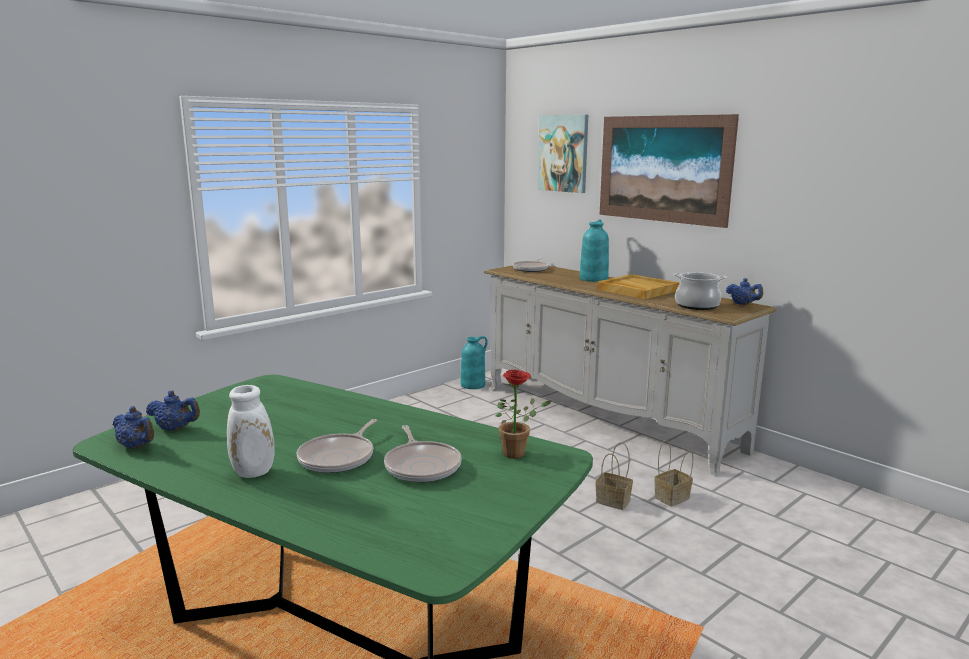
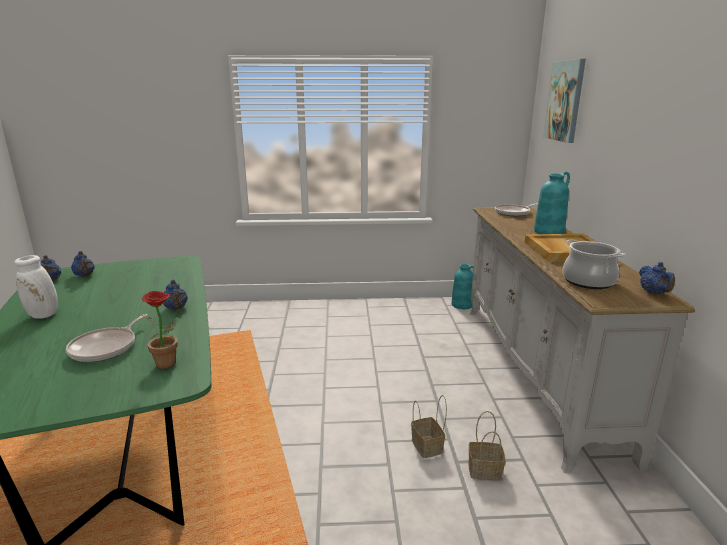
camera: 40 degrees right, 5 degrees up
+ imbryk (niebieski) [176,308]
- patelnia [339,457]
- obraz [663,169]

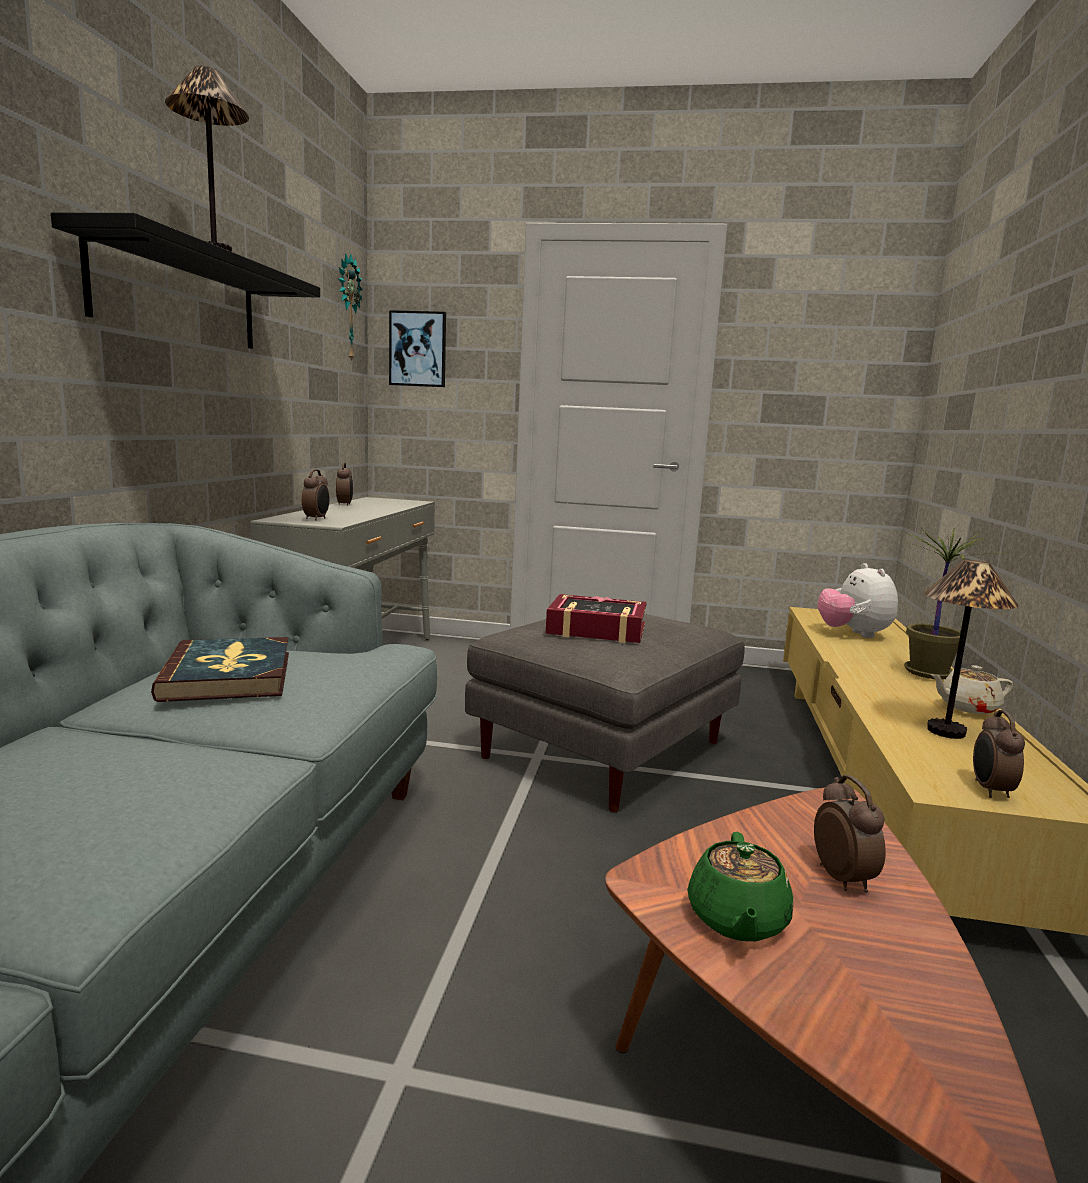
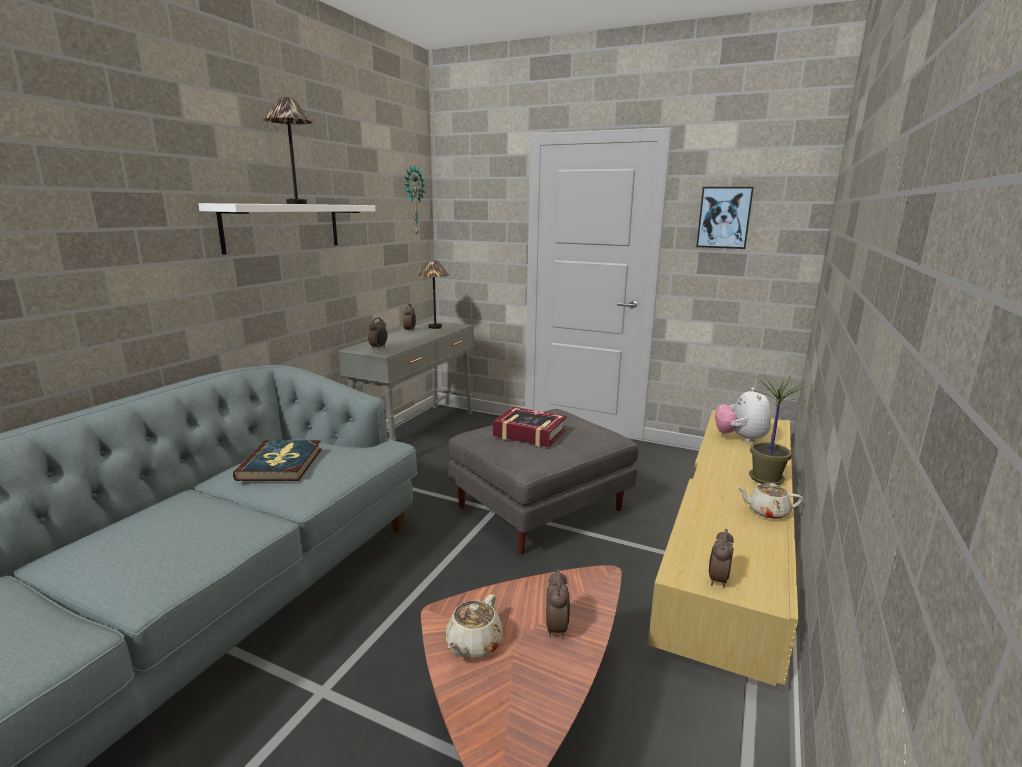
camera: 15 degrees right, 5 degrees up
~ półka (czarny) [179,296] to półka (biały) [283,227]
~ lampa stołowa [946,732] to [435,327]
~ imbryk (zielony) [737,920] to imbryk (beżowy) [473,644]
~ obraz [418,349] to [724,217]

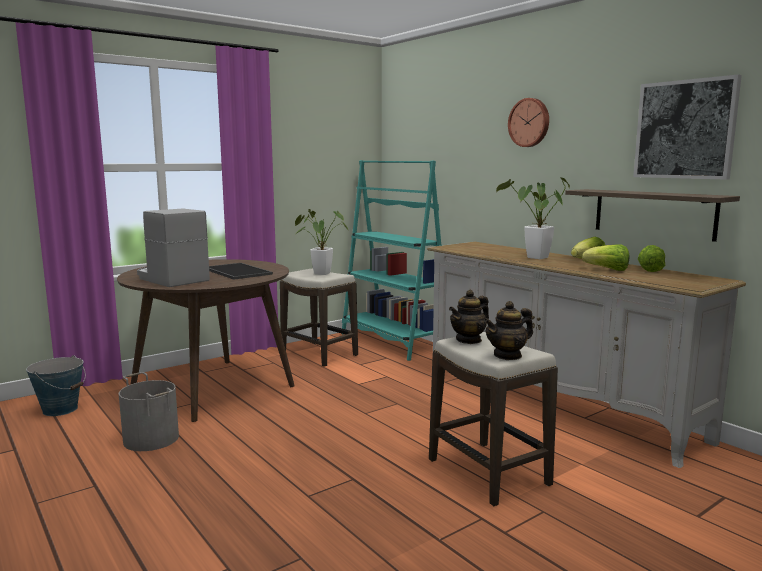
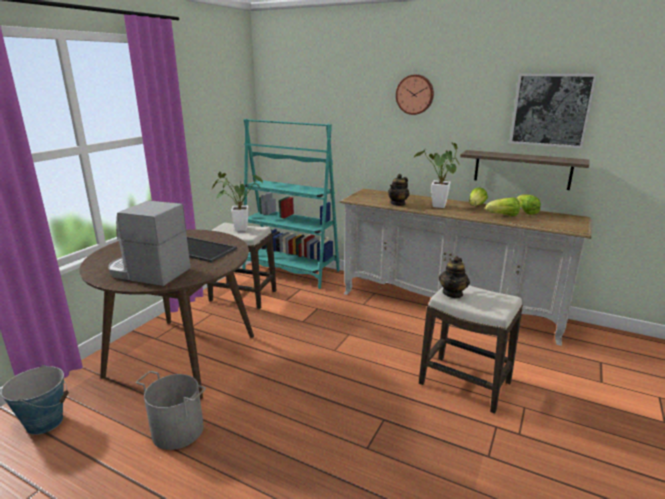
camera: 25 degrees left, 10 degrees up
~ imbryk [508,355] to [398,203]

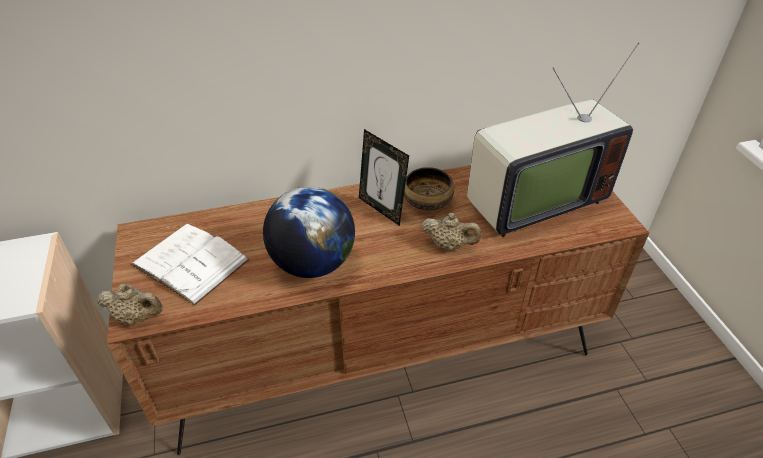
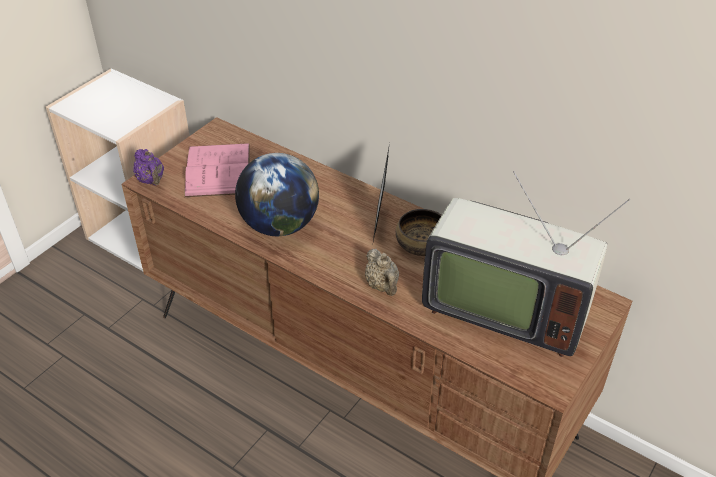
camera: 50 degrees right, 0 degrees up
~ imbryk (beżowy) [137,317] to imbryk (fioletowy) [151,181]
~ książka (biały) [190,262] to książka (różowy) [218,170]

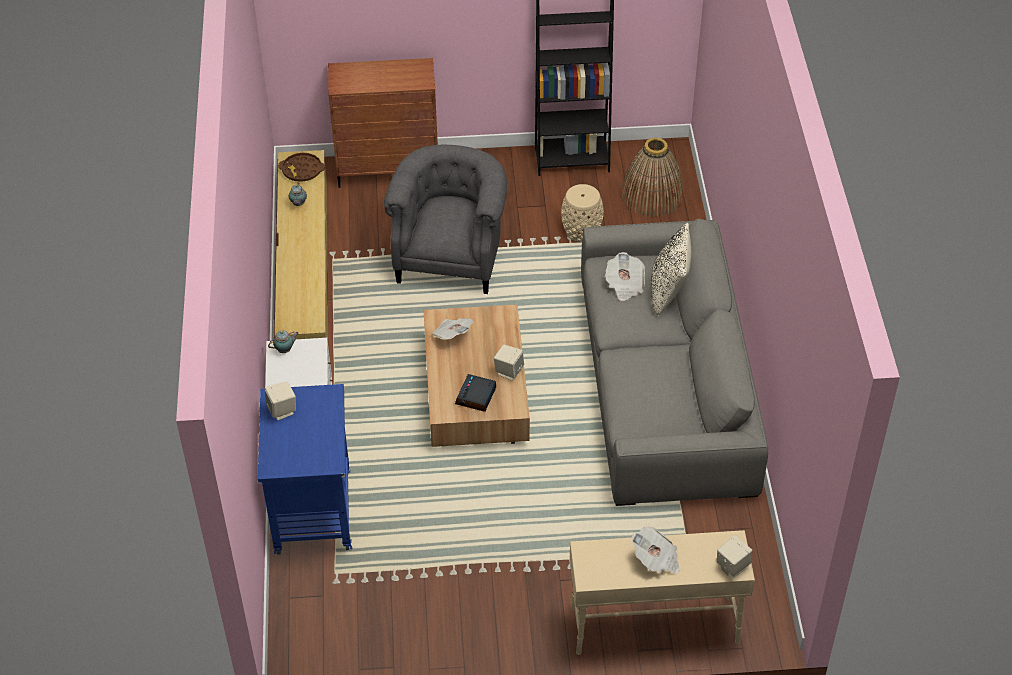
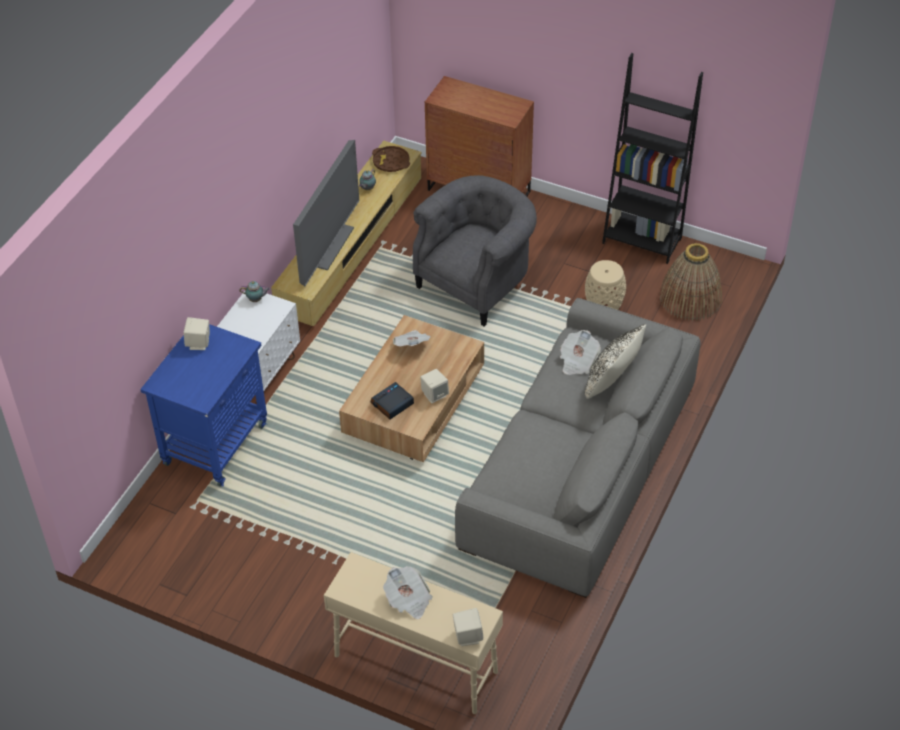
camera: 30 degrees right, 0 degrees up
+ telewizor [326,244]

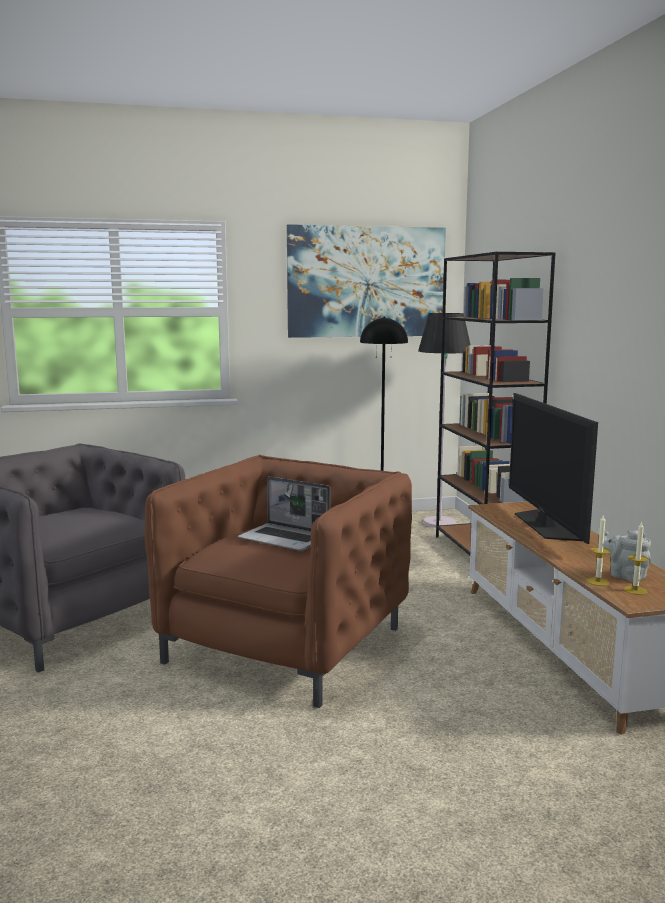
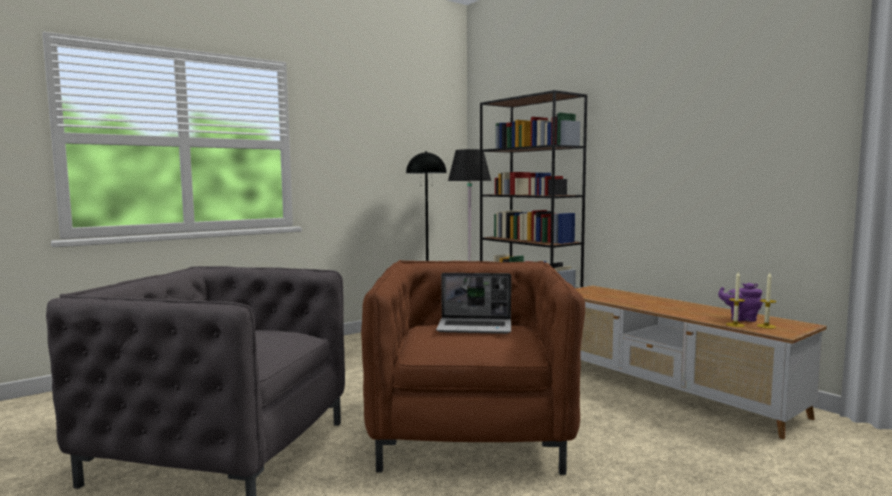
camera: 25 degrees left, 5 degrees down
~ imbryk (szary) [625,575] to imbryk (fioletowy) [741,319]
- obraz [366,282]
- telewizor [546,525]

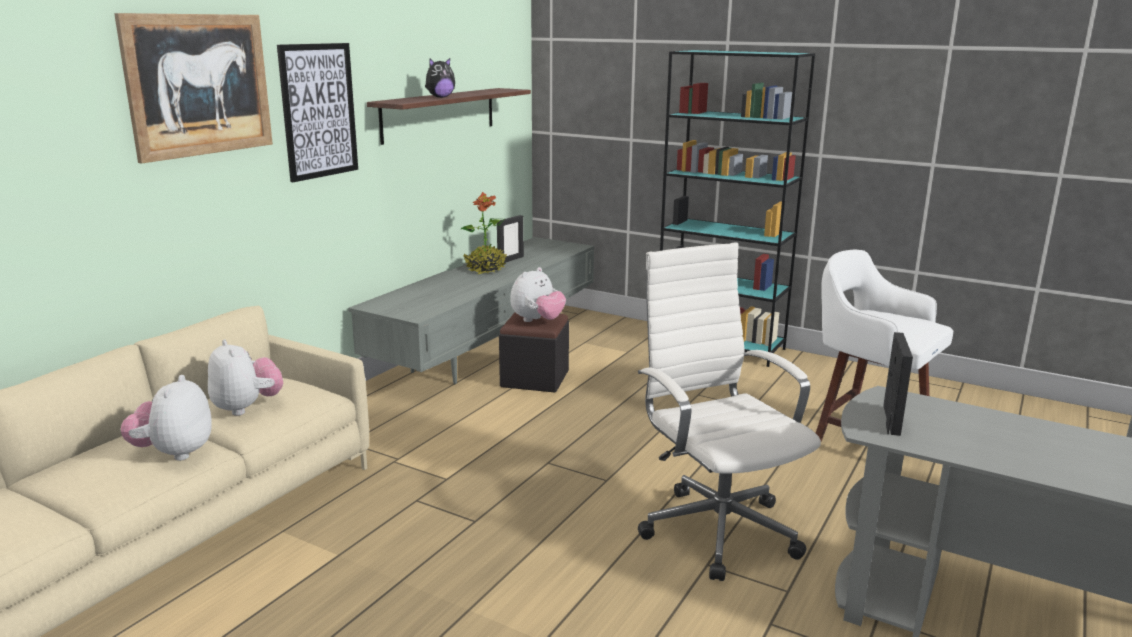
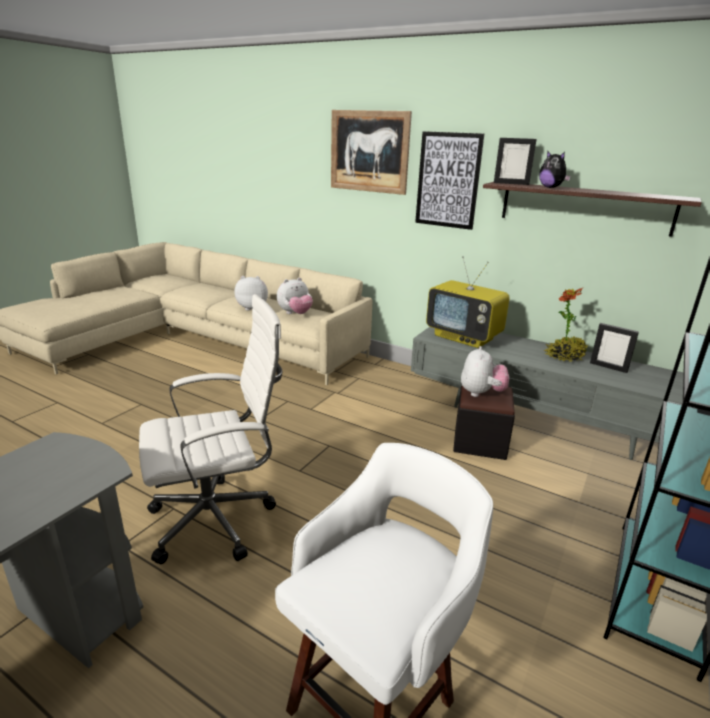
camera: 90 degrees right, 5 degrees up
+ telewizor [464,337]
~ pluszak [537,321] = [481,393] 120 degrees counterclockwise
~ ramka na zdjęcie [890,420] to [511,183]

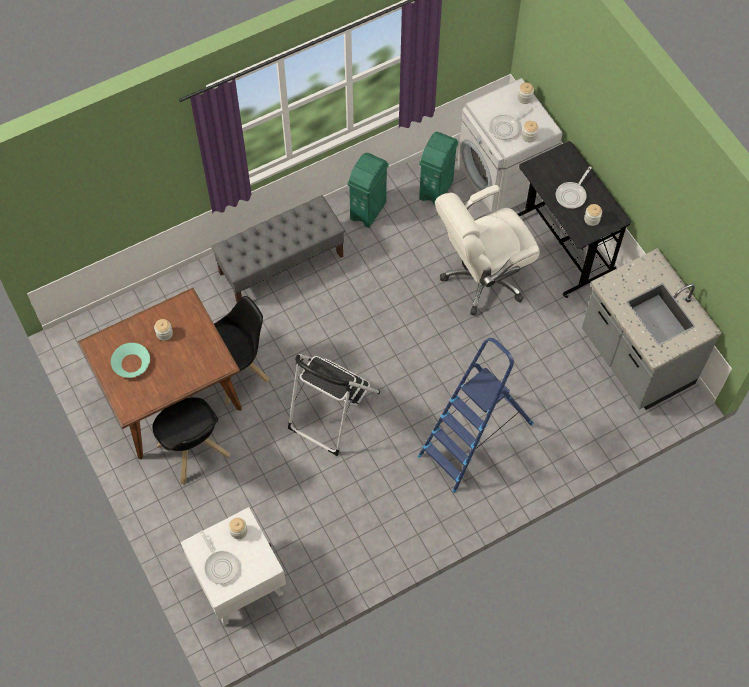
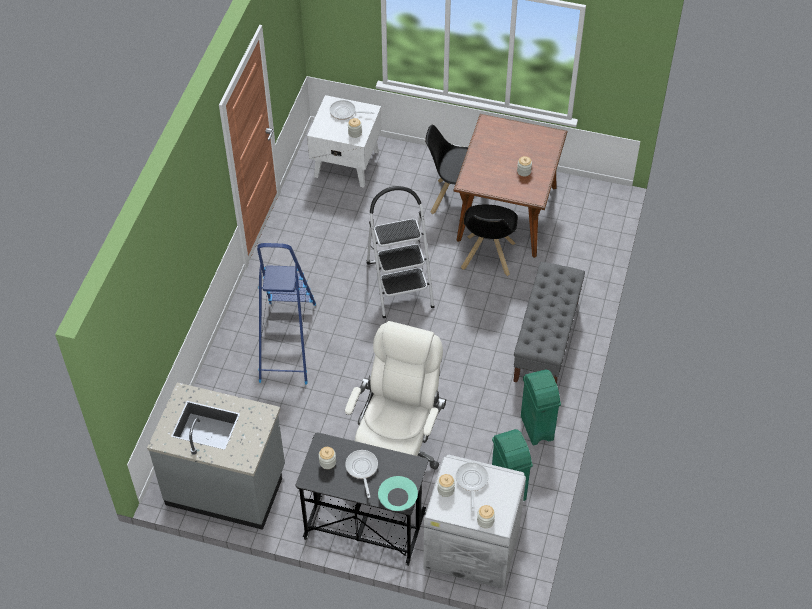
camera: 135 degrees right, 10 degrees down
~ miska (turkusowy) [131,363] to [397,496]

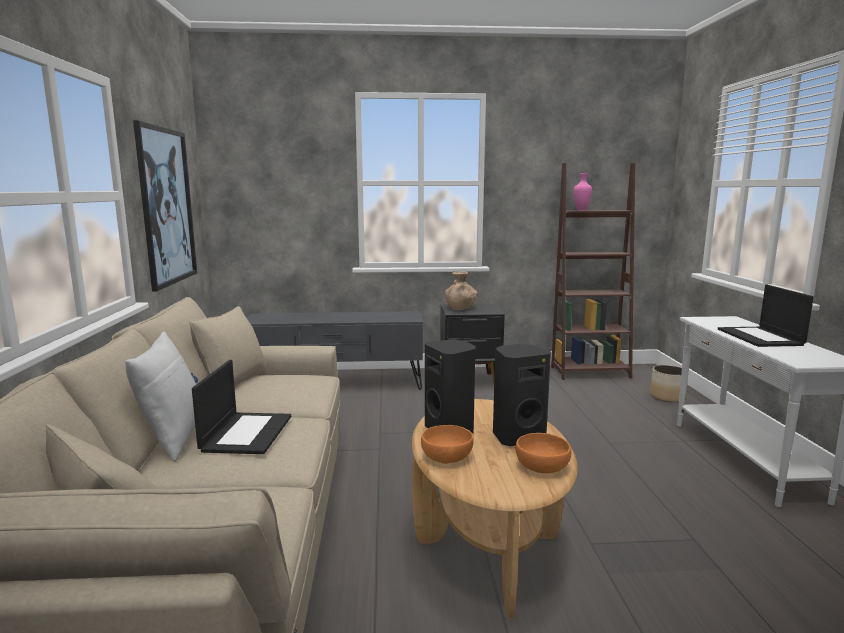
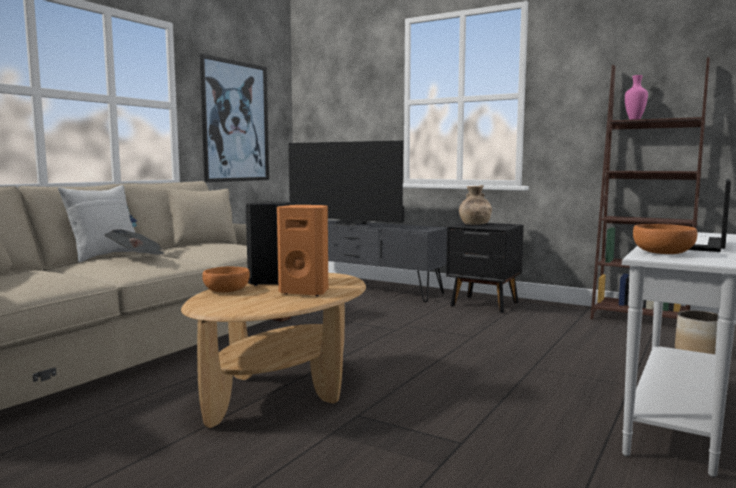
camera: 35 degrees right, 5 degrees down
~ laptop [246,433] to gazeta [138,258]
~ głośnik (czarny) [517,436] to głośnik (pomarańczowy) [305,292]
+ telewizor [348,225]
~ miska (pomarańczowy) [541,467] to [661,253]

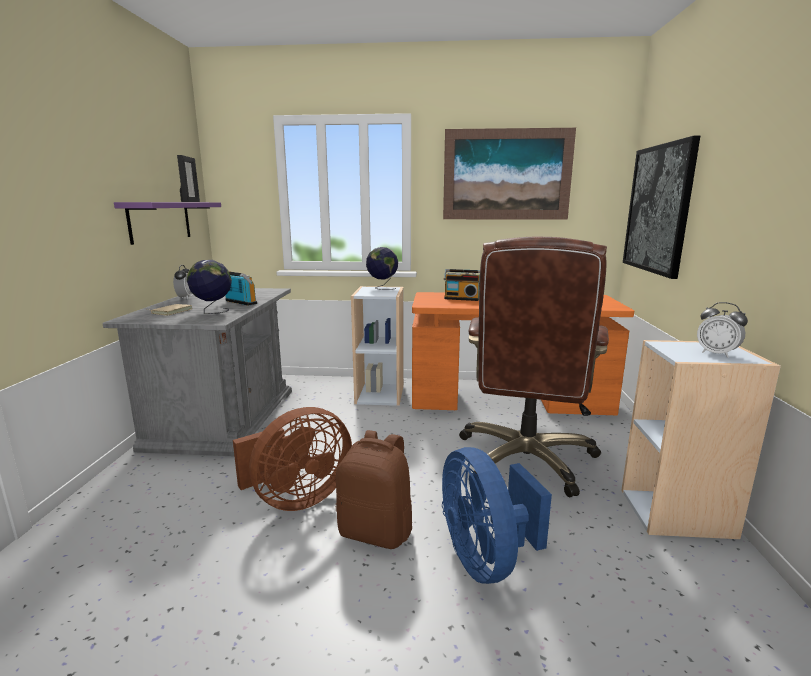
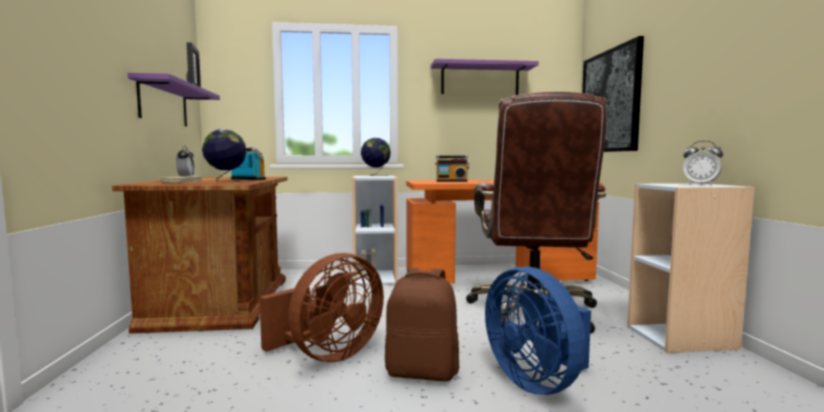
camera: 10 degrees left, 10 degrees down
~ szafka (szary) [225,417] to szafka (brązowy) [222,302]
~ obraz [507,175] to półka (fioletowy) [480,80]

